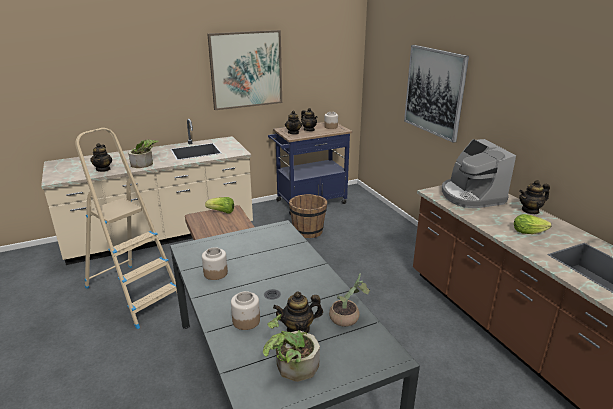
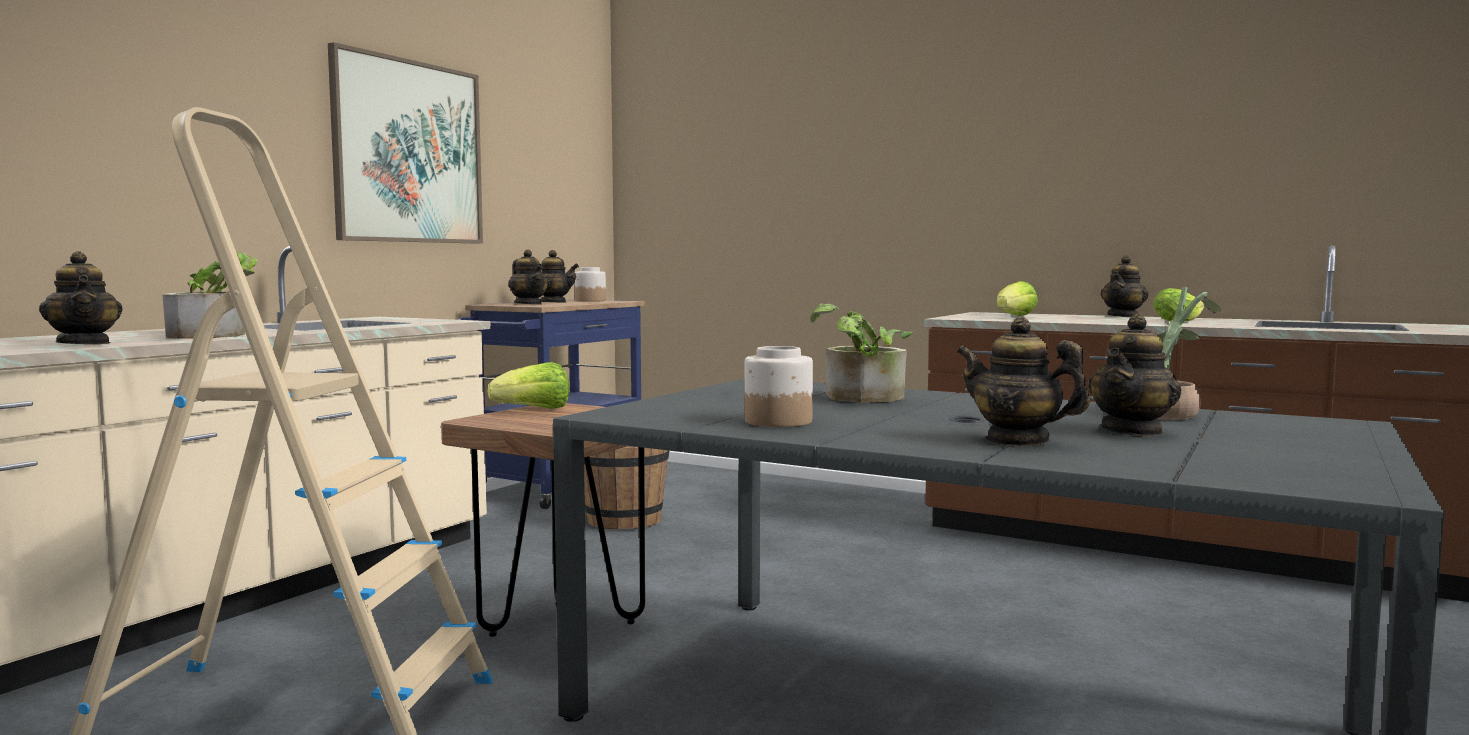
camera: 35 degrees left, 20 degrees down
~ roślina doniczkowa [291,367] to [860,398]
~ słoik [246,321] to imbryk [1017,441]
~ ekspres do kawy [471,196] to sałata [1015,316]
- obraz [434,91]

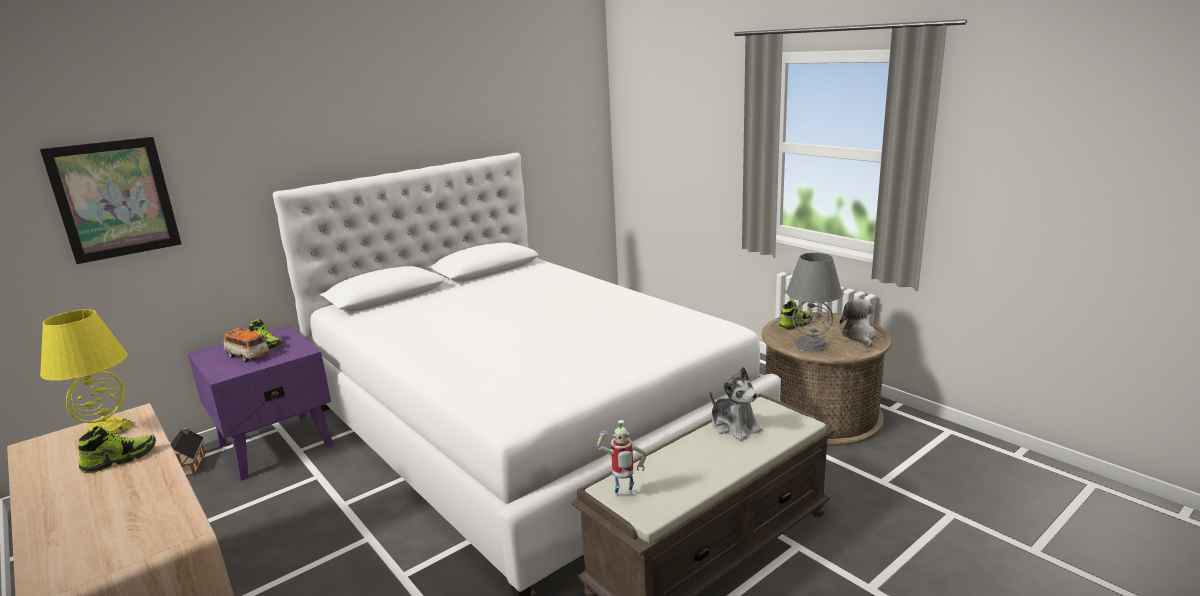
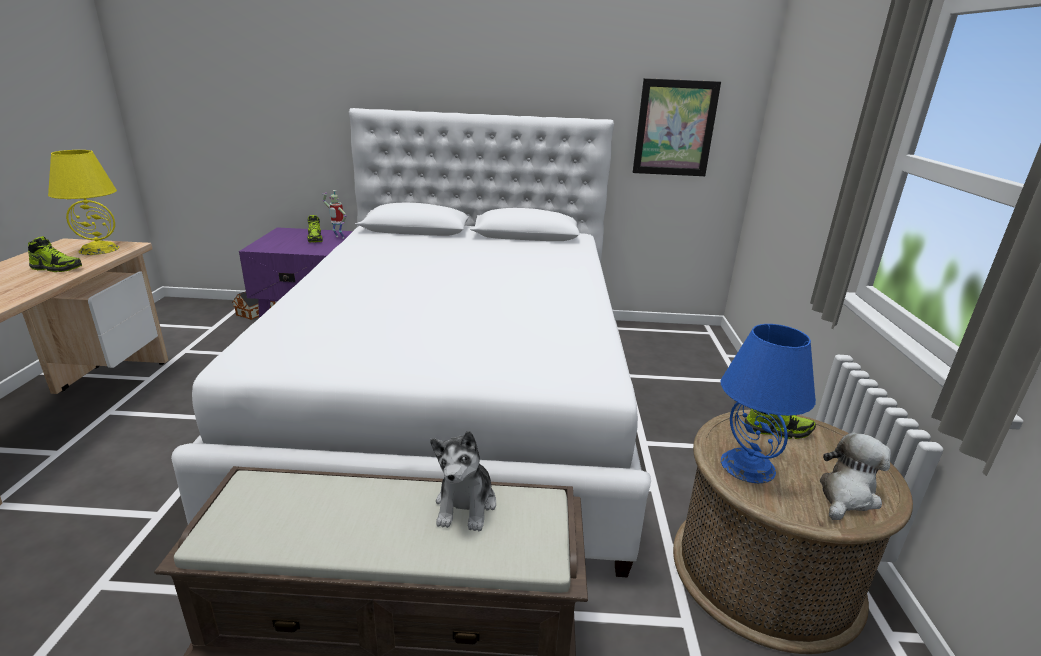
camera: 40 degrees right, 5 degrees up
~ robot zabawkowy [623,495] to [338,237]
~ obraz [114,199] to [675,128]
~ lampa stołowa (szary) [810,344] to lampa stołowa (niebieski) [747,465]
- samochodzik [248,356]

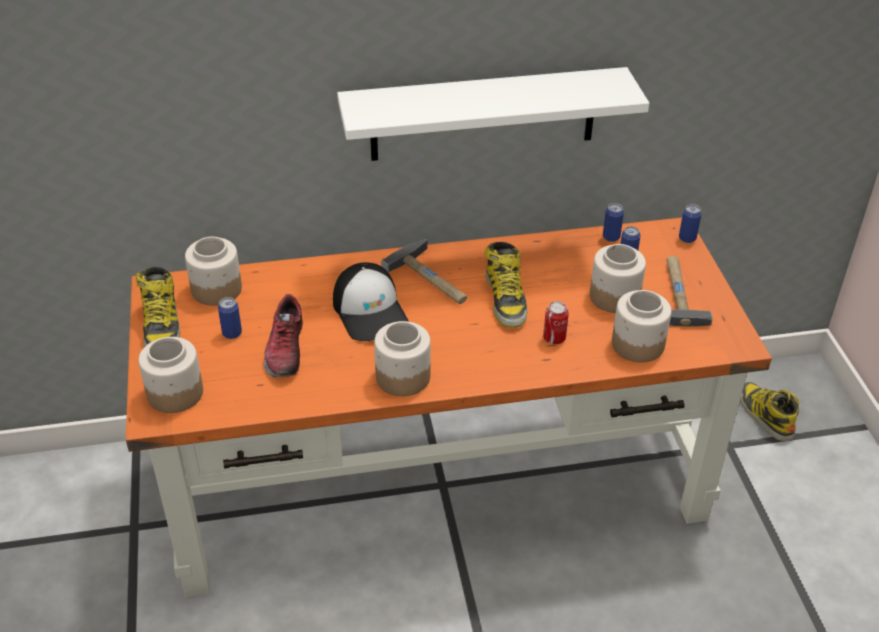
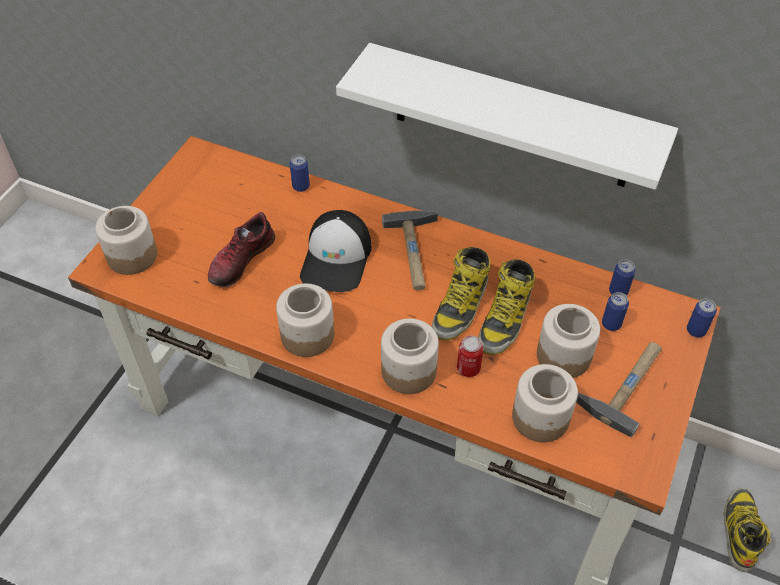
camera: 35 degrees right, 10 degrees up
~ puszka [232,333] to [301,186]
~ słoik [216,290] to [408,371]
~ but z cholewką [161,326] to [505,319]

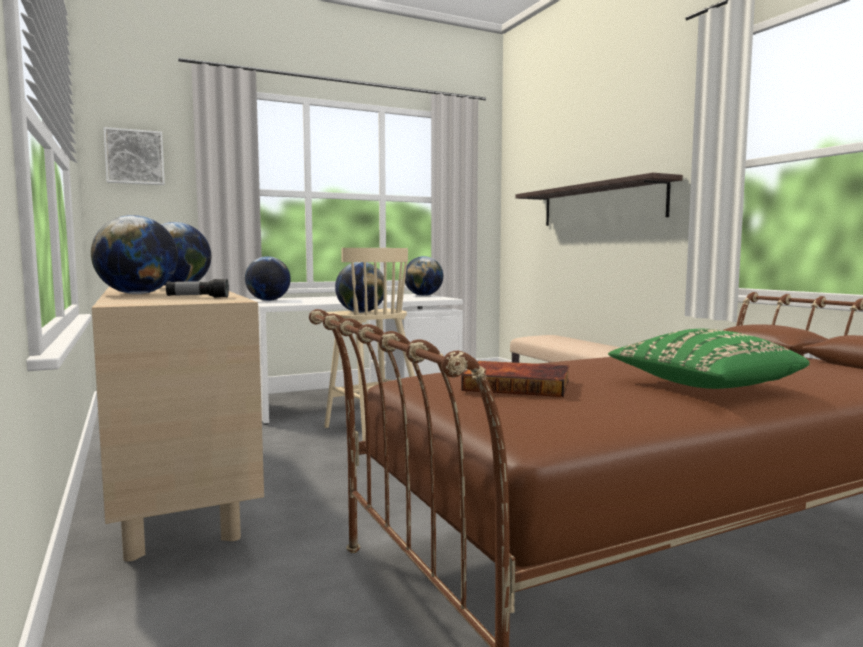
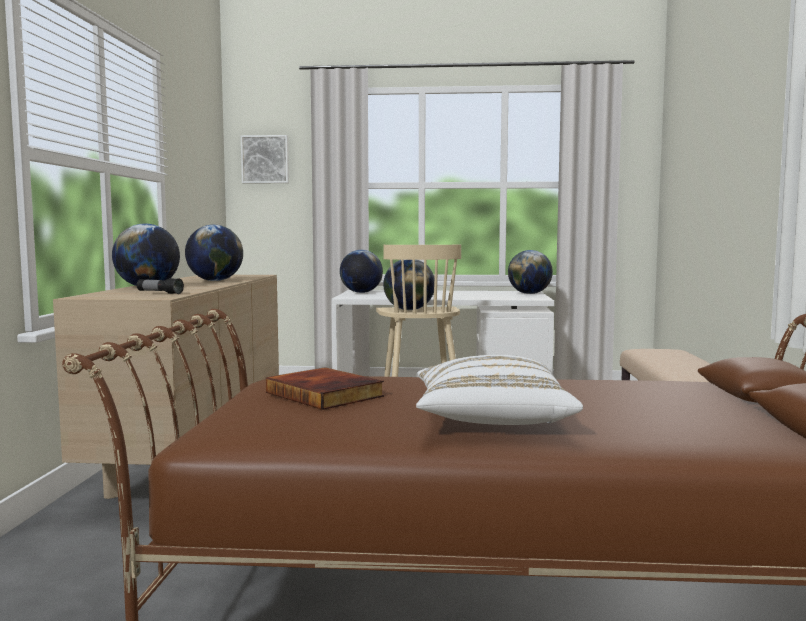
camera: 30 degrees right, 0 degrees up
~ poduszka (zielony) [703,386] to poduszka (biały) [490,419]
- półka [600,204]

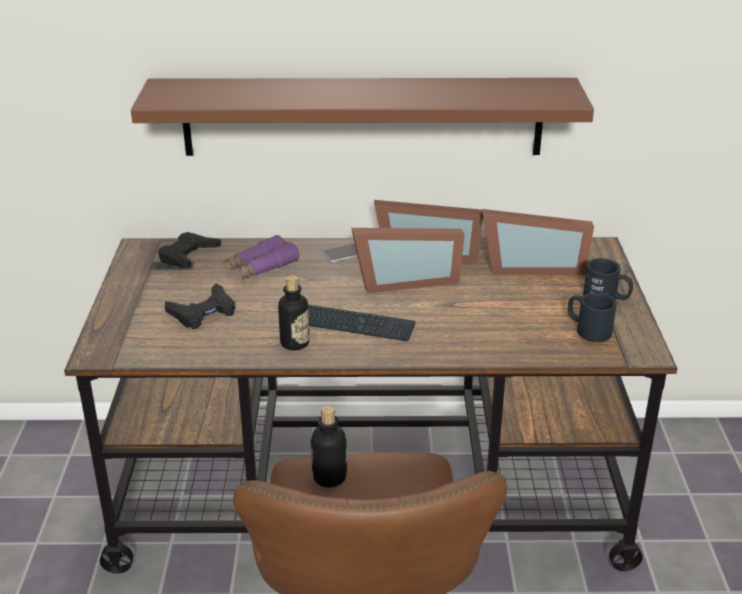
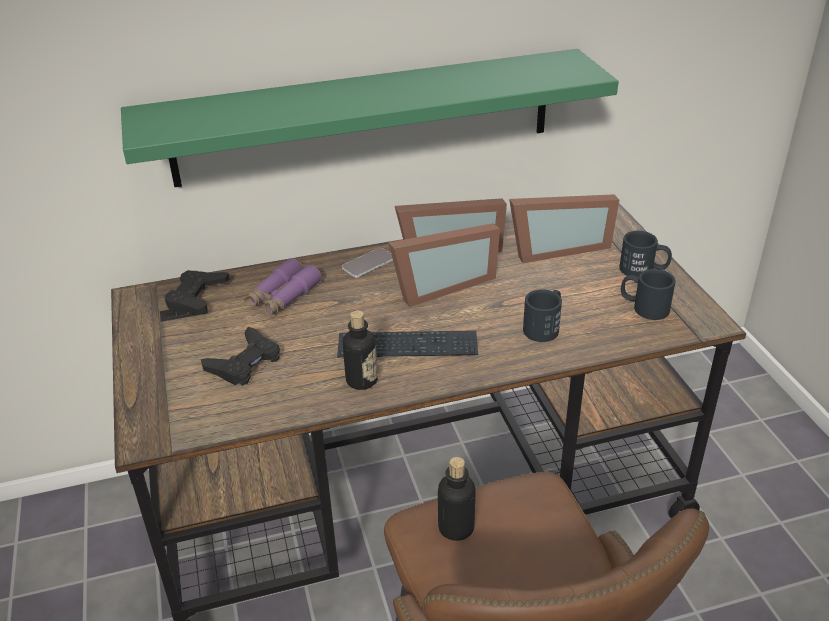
camera: 15 degrees left, 5 degrees up
~ półka (brązowy) [362,116] to półka (zielony) [364,117]
+ kubek (czarny) [544,326]

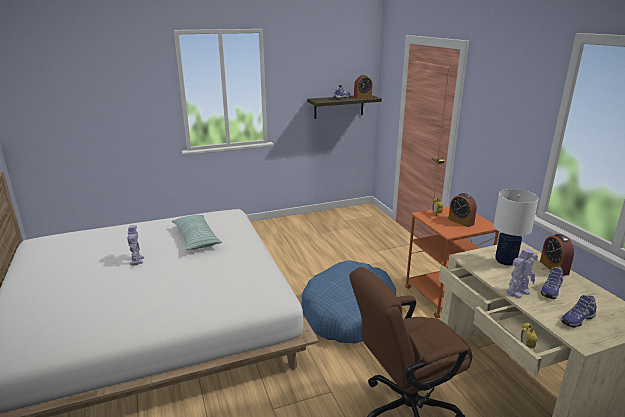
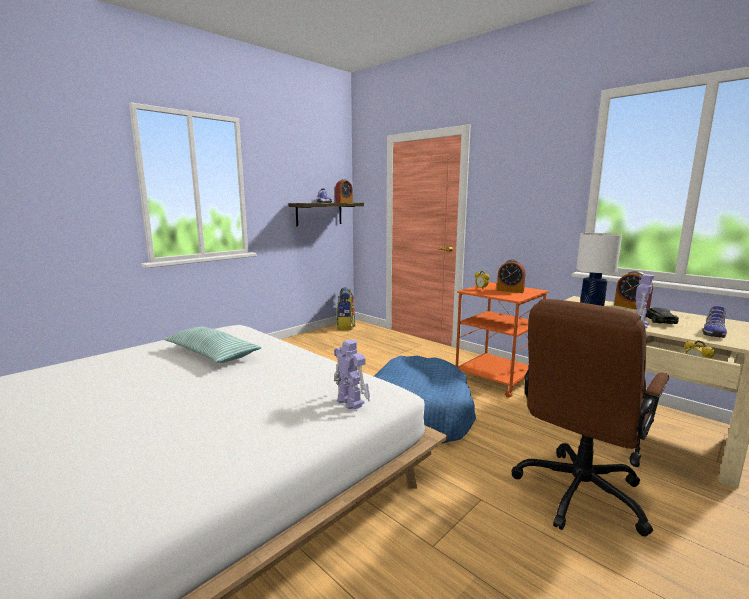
camera: 25 degrees left, 10 degrees down
~ robot zabawkowy [137,260] to [350,402]
+ plecak [346,326]
~ but [550,290] to samochodzik (czarny) [658,320]

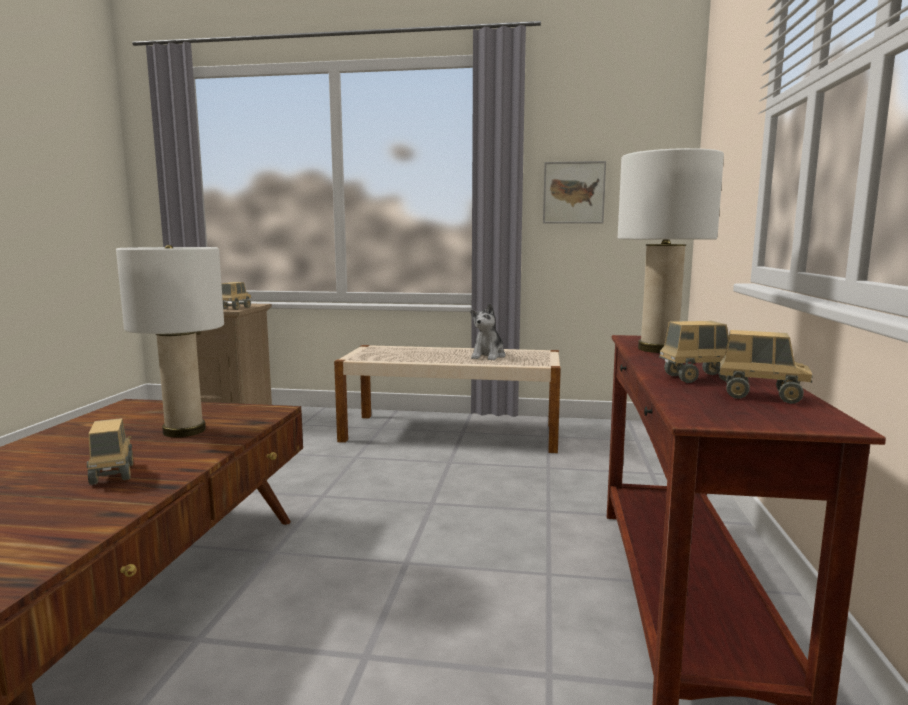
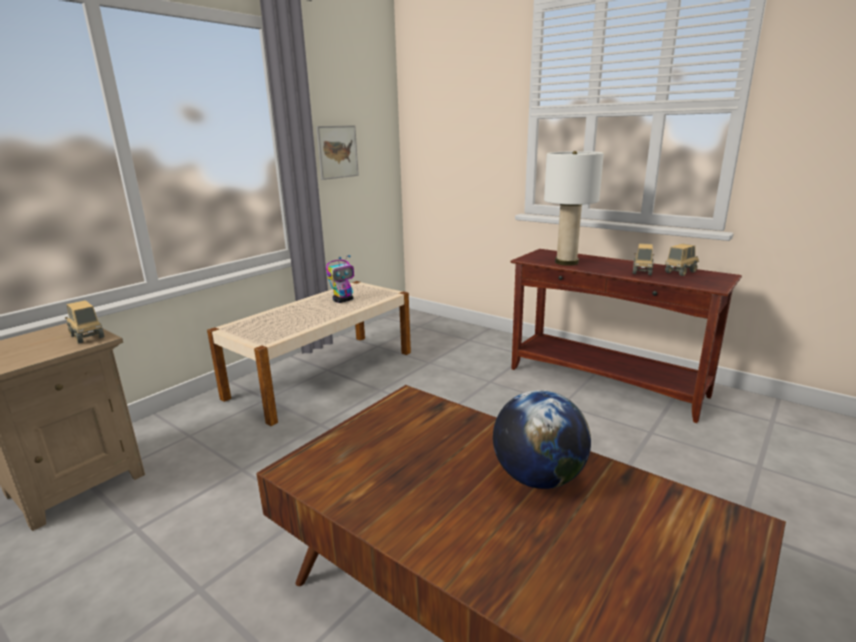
camera: 60 degrees left, 10 degrees up
~ pluszak [488,356] to robot zabawkowy [343,300]
~ ciężarówka zabawkowa [112,475] to globus [538,478]
- lampa stołowa (biały) [184,431]

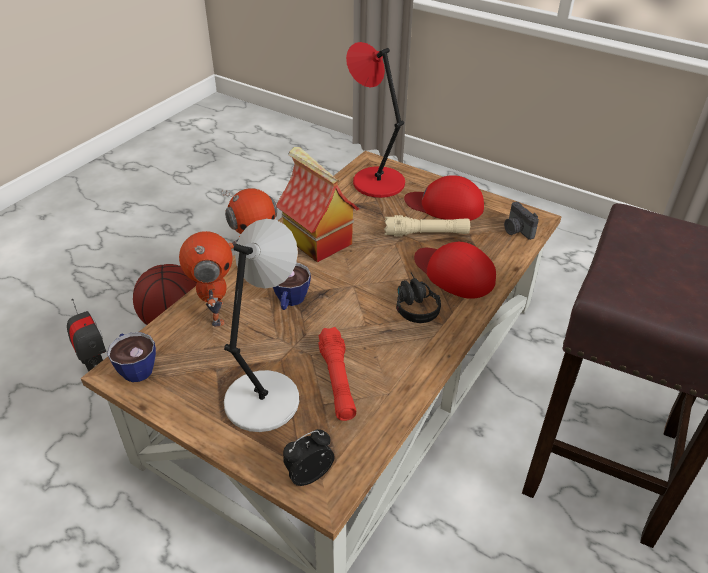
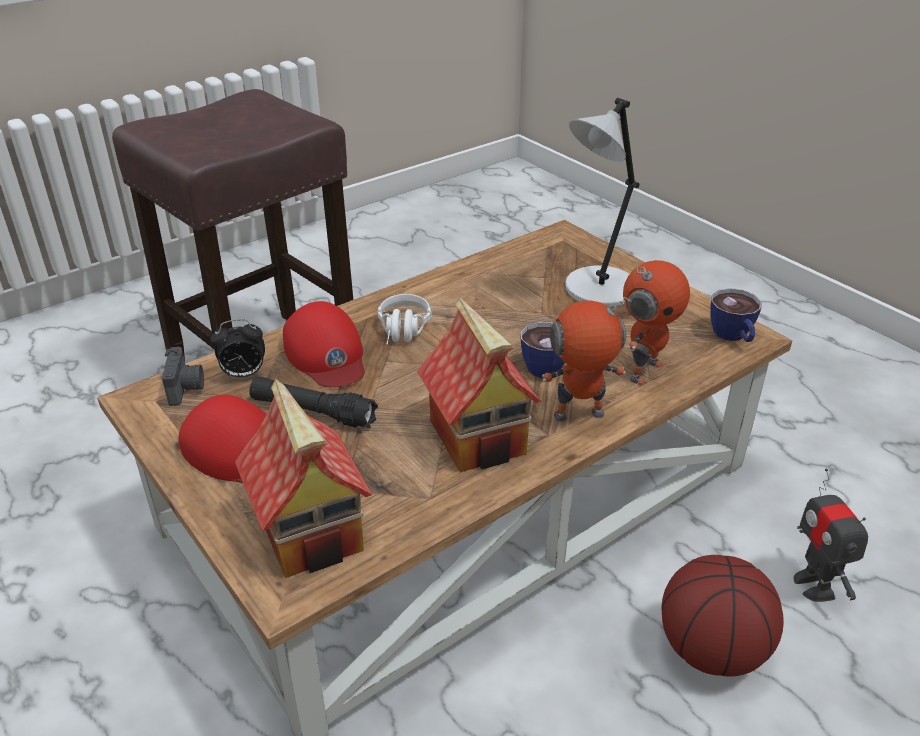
camera: 160 degrees left, 5 degrees down
~ budzik [309,474] to [243,375]
~ lampa stołowa (czerwony) [376,182] to domek [312,532]
~ latarka (beżowy) [426,233] to latarka (czarny) [313,412]
~ słuchawki (czarny) [413,304] to słuchawki (biały) [403,333]
~ robot zabawkowy [215,313] = [643,370] 150 degrees counterclockwise
- latarka (czerwony) [337,380]

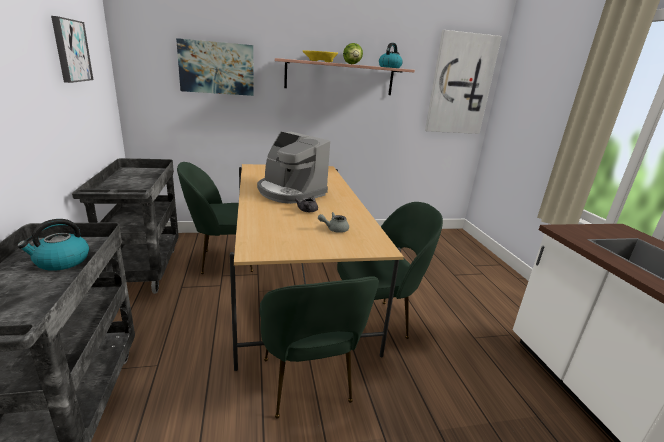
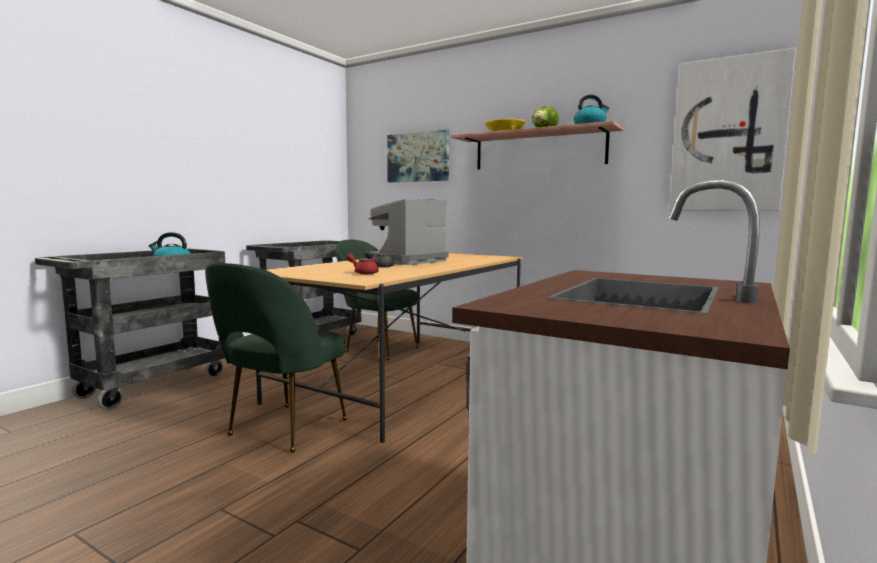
camera: 45 degrees right, 15 degrees down
~ imbryk (szary) [334,229] to imbryk (czerwony) [363,273]
~ ekspres do kawy [290,192] = [406,261] 45 degrees clockwise
- obraz [70,50]
- krzesło (zielony) [376,322]

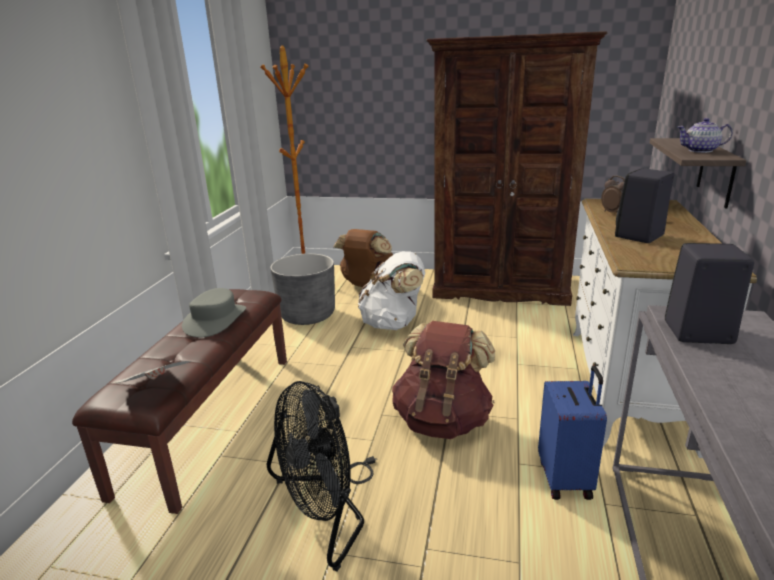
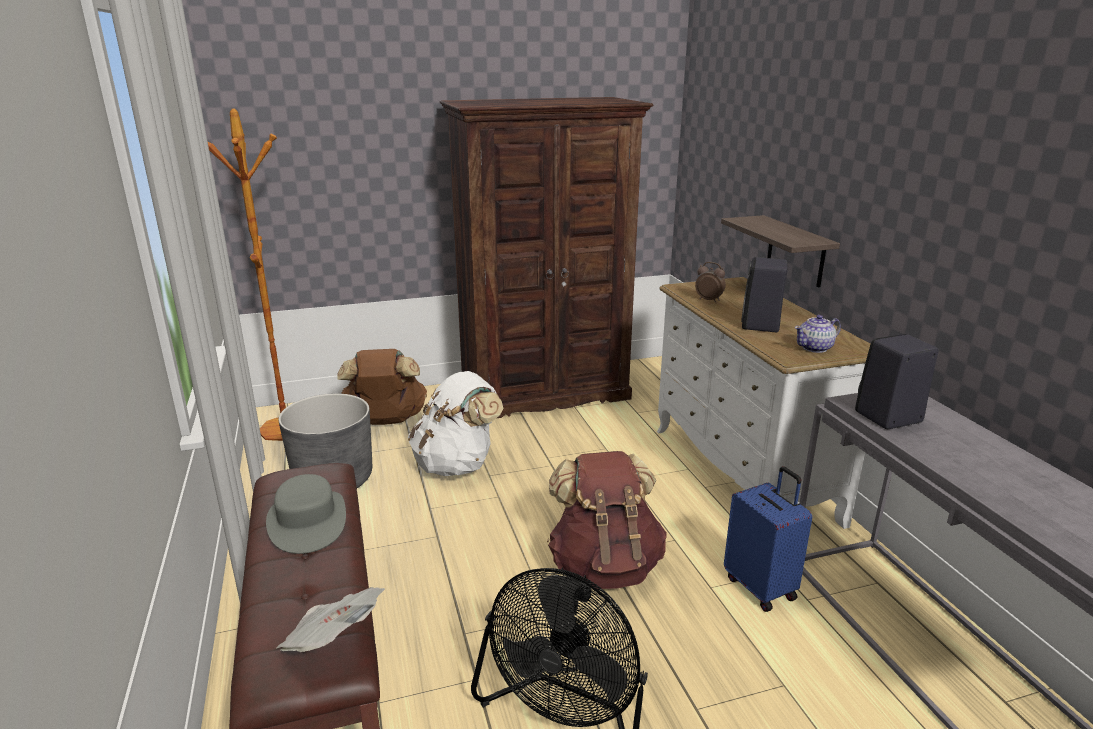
camera: 30 degrees left, 0 degrees up
~ imbryk [701,150] to [815,348]

